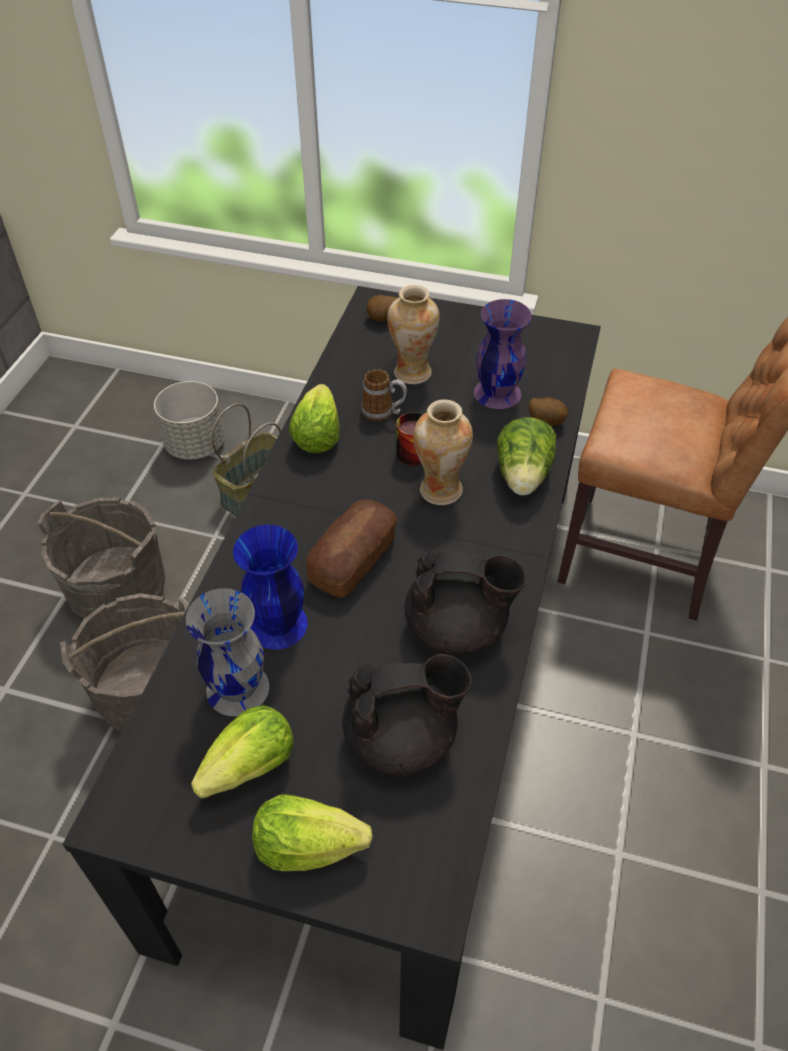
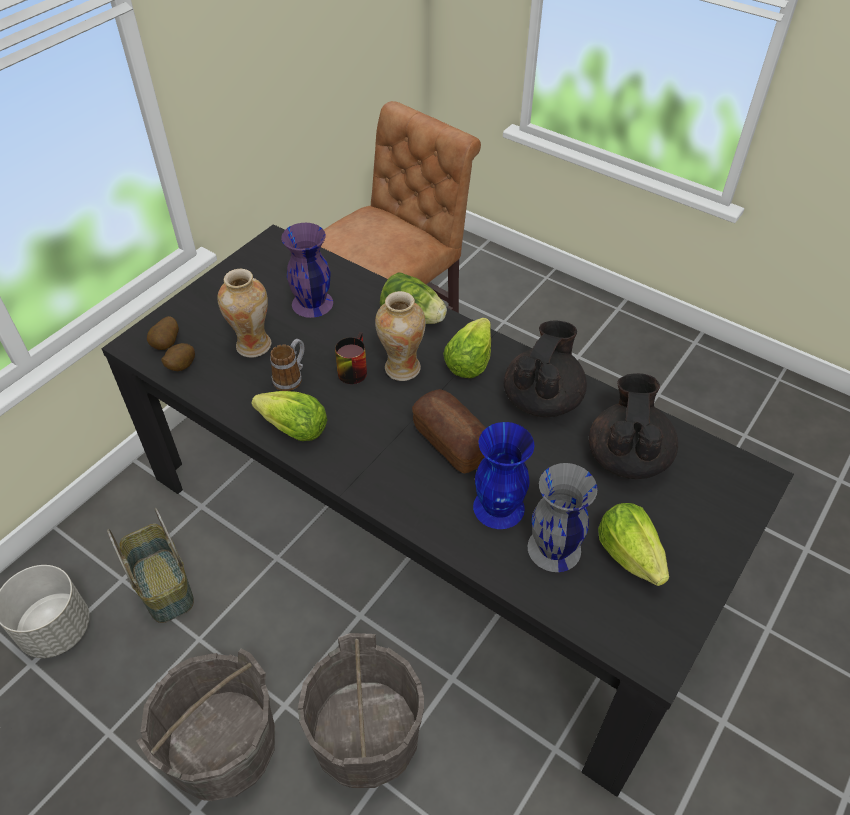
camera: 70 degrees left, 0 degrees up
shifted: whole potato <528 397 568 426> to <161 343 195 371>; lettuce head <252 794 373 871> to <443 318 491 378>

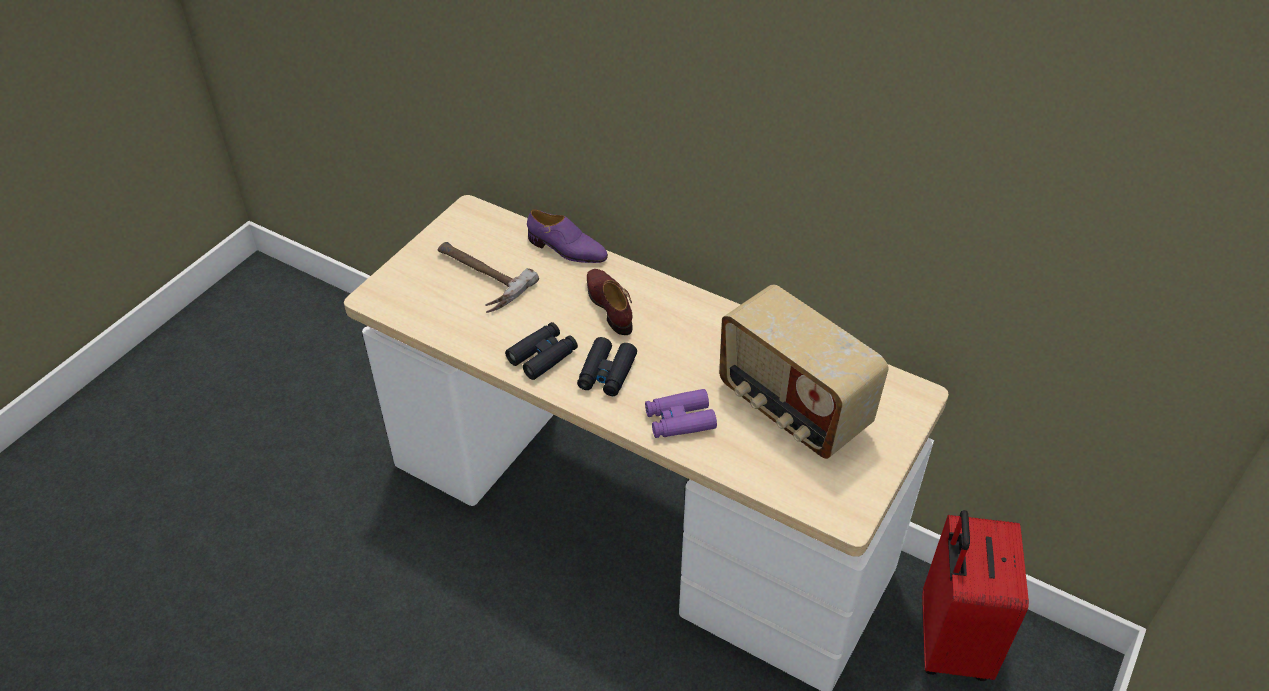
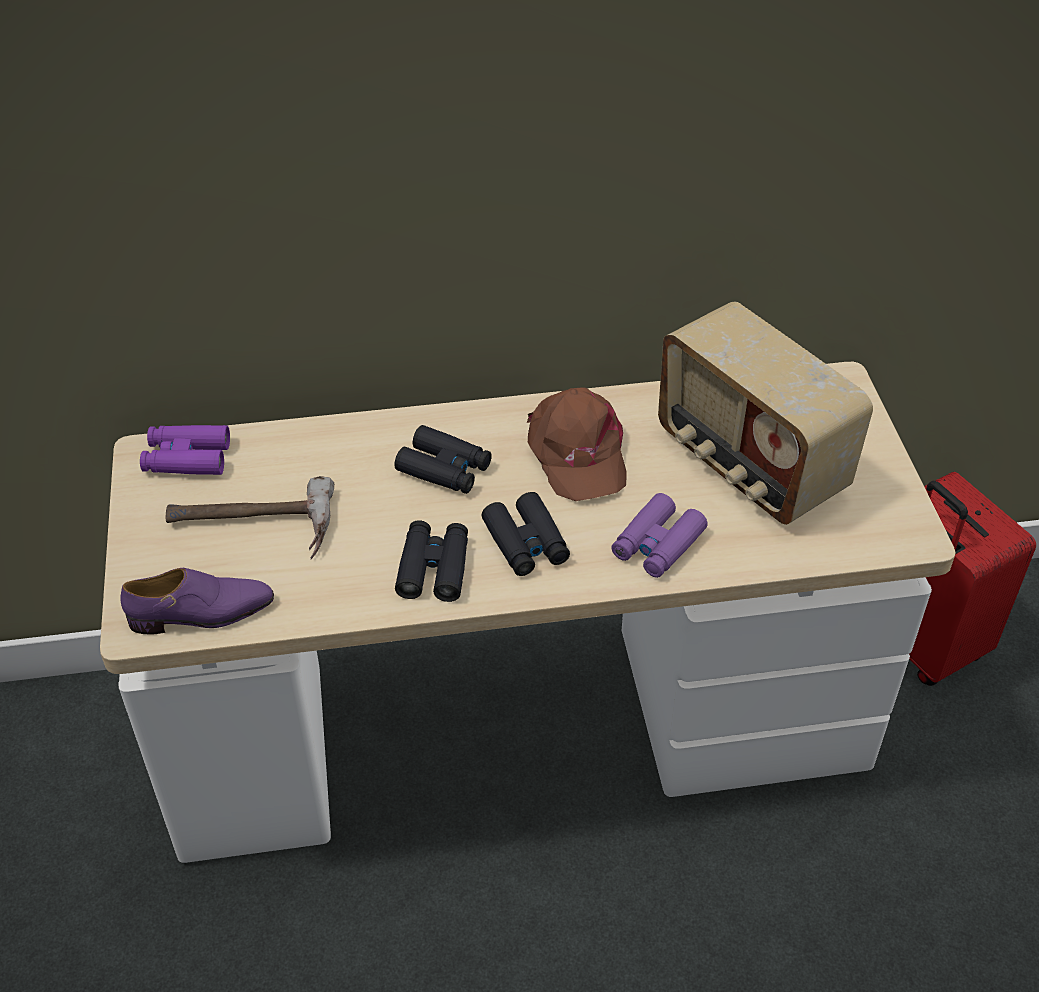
camera: 40 degrees left, 0 degrees up
new: baseball cap in brownish <527 387 627 501>; binoculars in purple <140 425 230 475>
shifted: item of footwear in purple <527 209 608 263> to <121 568 274 635>
swapped: item of footwear in brownish <587 269 633 335> to binoculars in blackish <395 425 492 494>
rotated: radio <719 285 889 459> = <658 302 873 525> 45 degrees clockwise

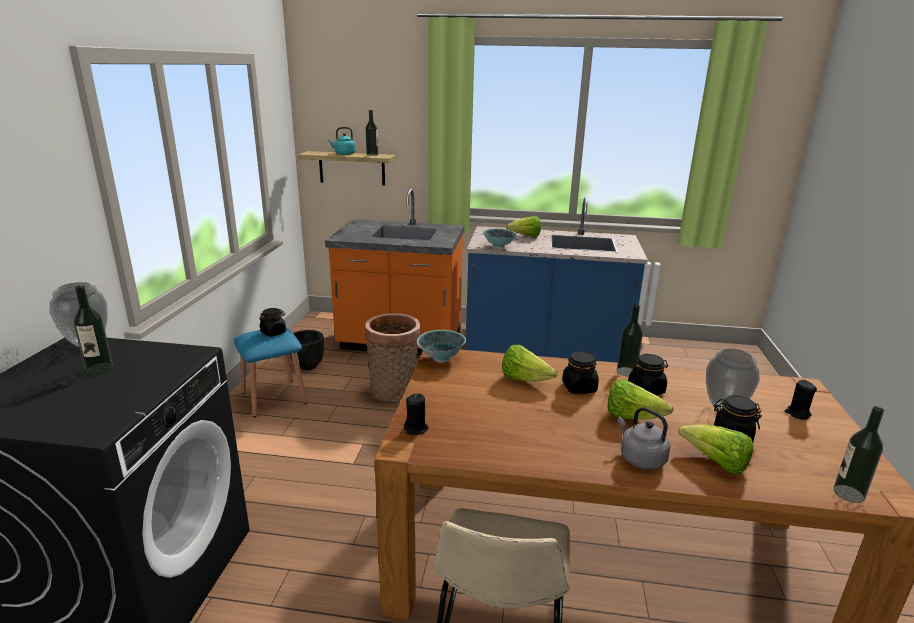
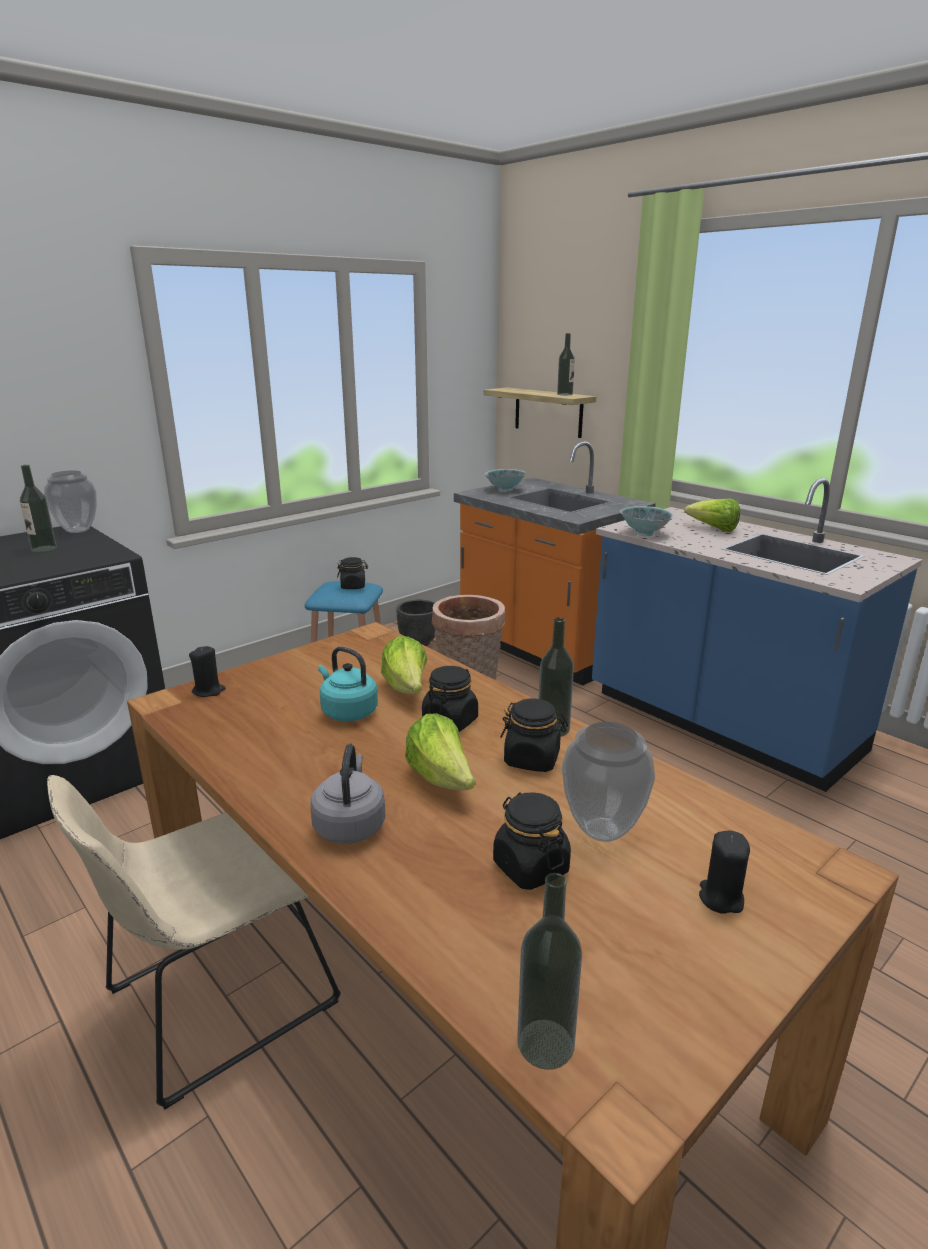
camera: 40 degrees right, 0 degrees up
gone: lettuce head <679 425 753 475>
shifted: kettle in turquoise <328 127 356 155> to <318 646 378 722>; deep dish <417 330 466 363> to <485 469 526 492>

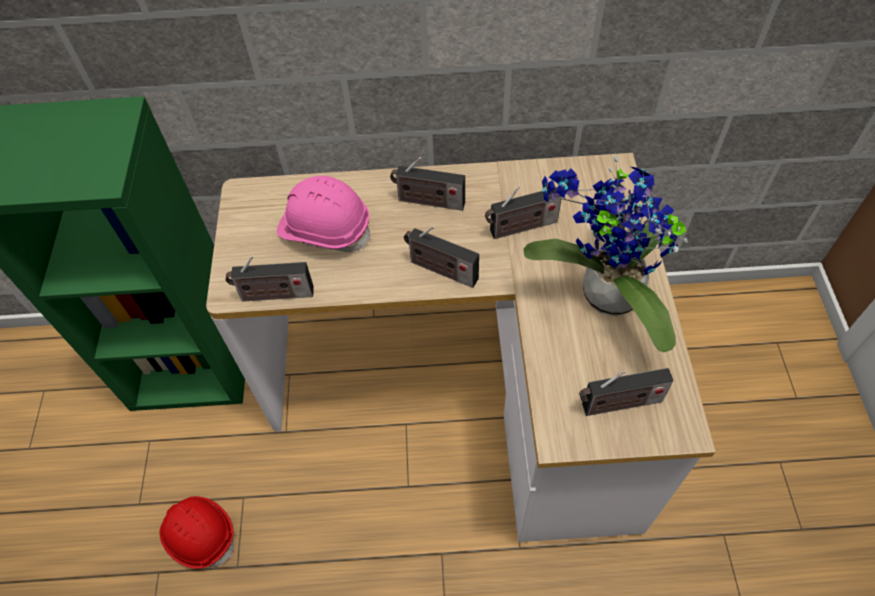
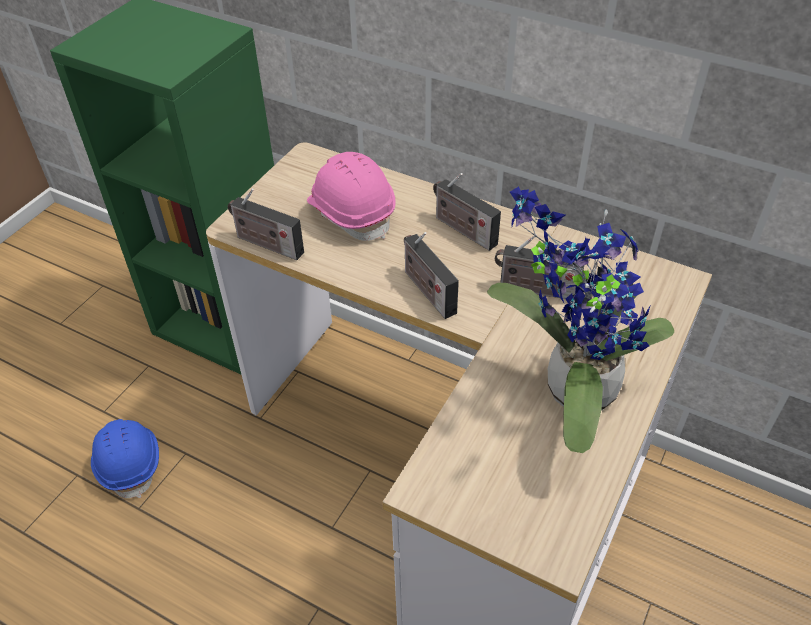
camera: 30 degrees right, 10 degrees down
gone: radio <579 368 674 416>
repainted: work helmet in reddish <159 496 234 569> to work helmet in blue <91 419 159 498>

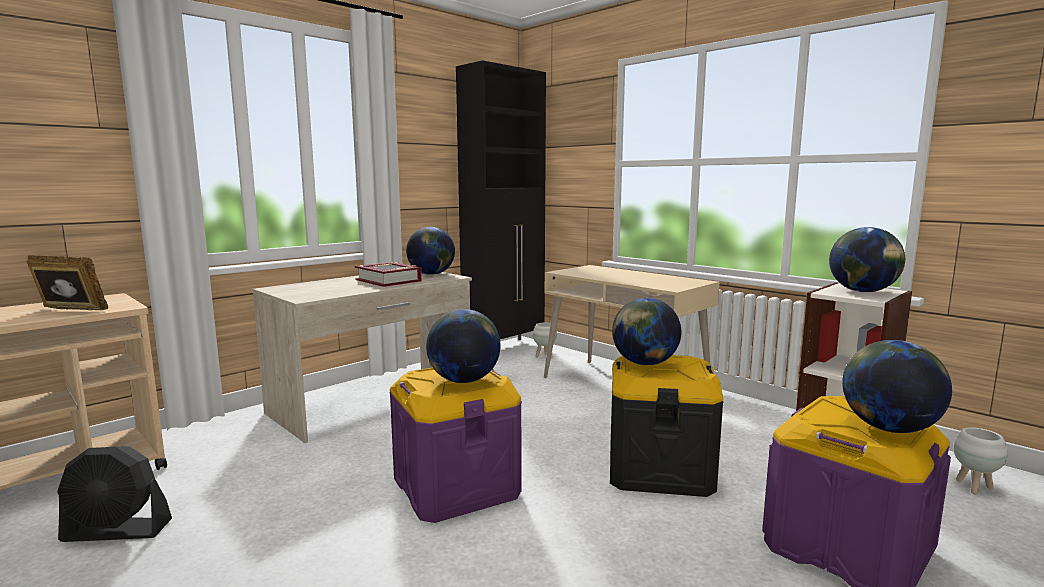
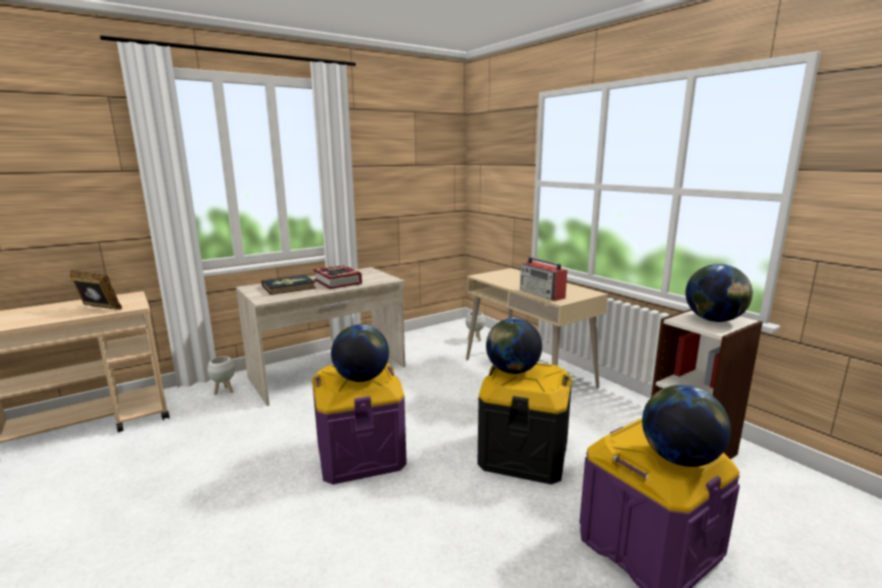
camera: 10 degrees right, 5 degrees up
gone: cabinet in blackish <456 60 546 345>; desk globe <406 227 455 275>; electric fan in blackish <57 446 172 542>
new: radio <520 257 567 301>; volume <261 275 316 295>
shifted: planter in whitish <954 427 1008 494> to <207 356 235 395>

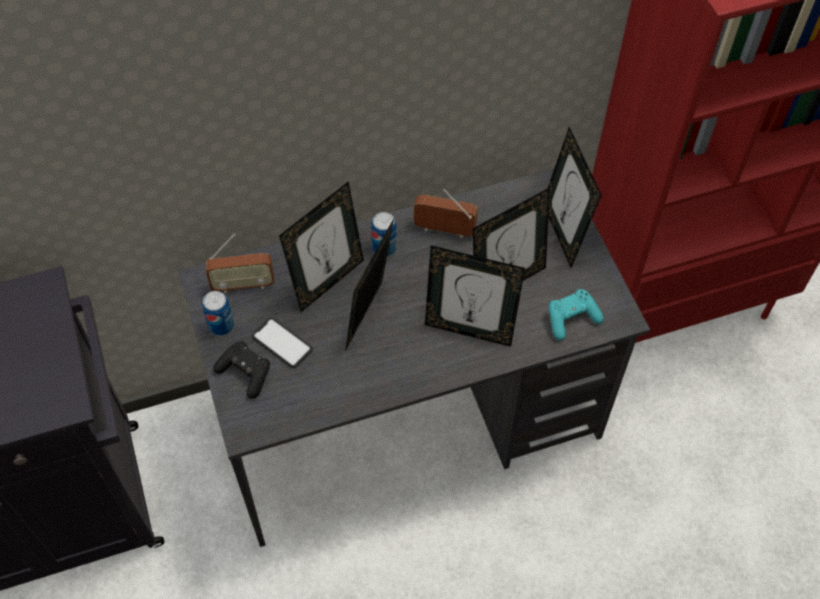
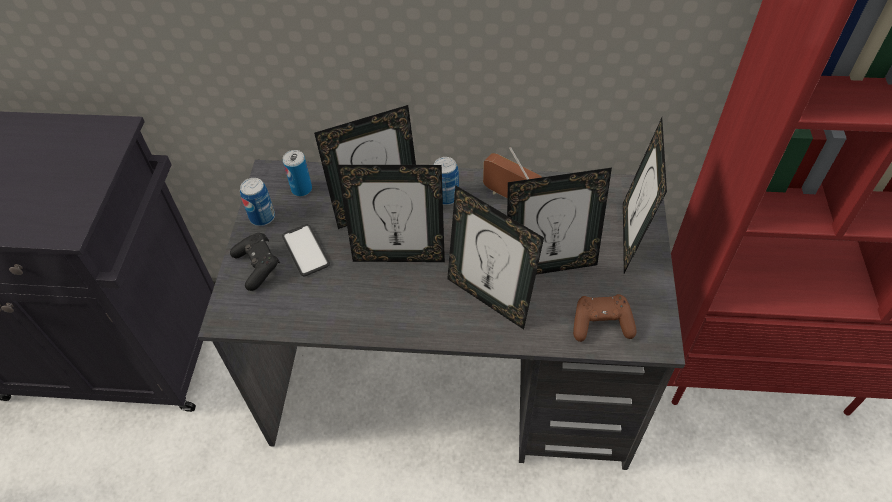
camera: 25 degrees right, 5 degrees down
swapped: radio <206 234 274 293> to sealed can <283 150 312 196>
repainted: game controller in turquoise <548 289 604 341> to game controller in brownish <573 294 637 342>
rotated: standing frame <345 218 394 351> = <337 165 445 262> 135 degrees counterclockwise

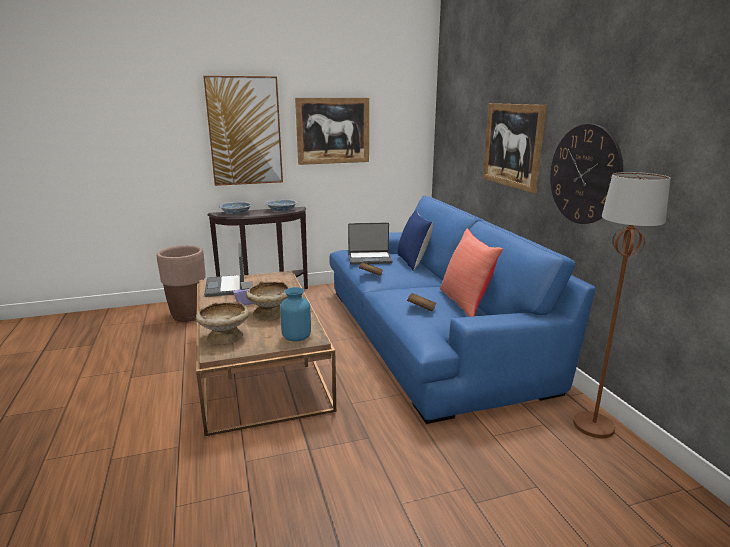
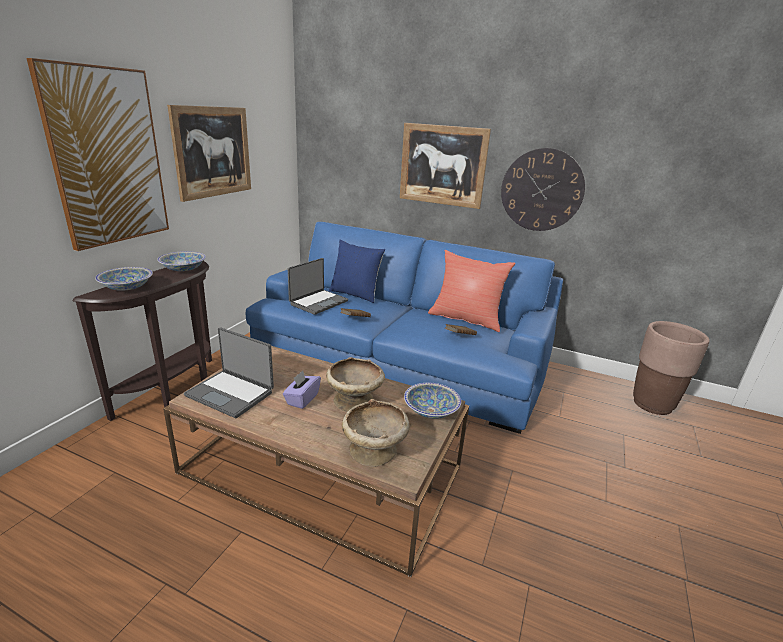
camera: 50 degrees left, 5 degrees up
gone: standard lamp in brownish <573 172 671 438>
shifted: planter in brownish <157 245 206 322> to <633 321 710 415>
swapped: decorative vase in blue <280 287 311 341> to deep dish <404 383 461 419>

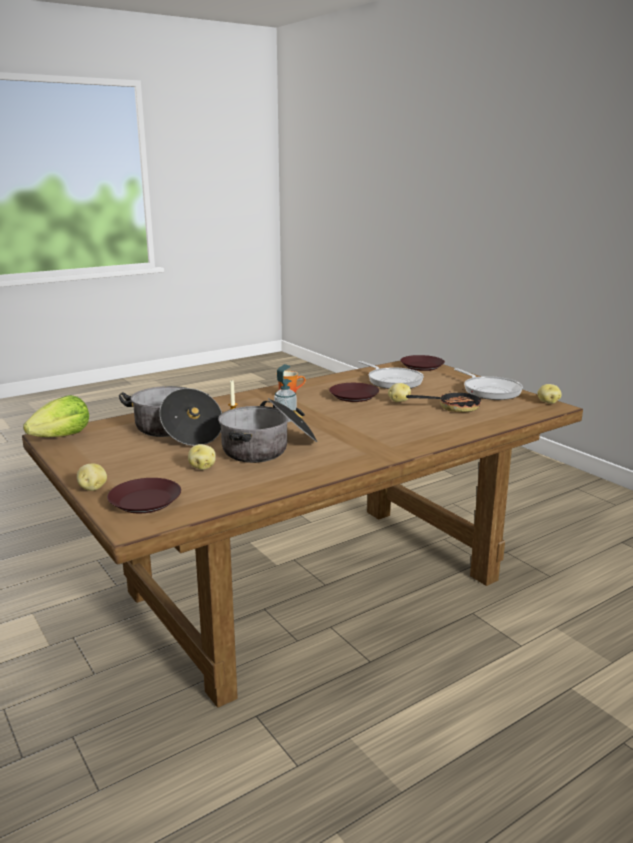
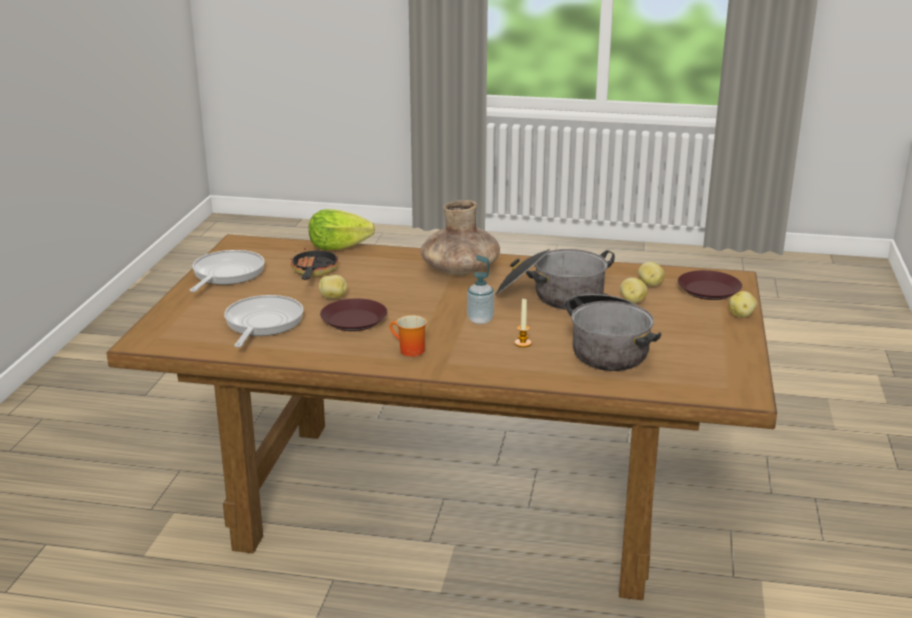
camera: 135 degrees left, 5 degrees up
gone: plate in brownish <400 355 445 371>
new: decorative vase in brownish <420 200 500 276>
shifted: whole potato <537 384 562 404> to <638 262 665 286>; lettuce head <23 395 89 437> to <309 209 375 250>
rotated: pan <406 389 481 412> = <291 241 338 280> 60 degrees clockwise

